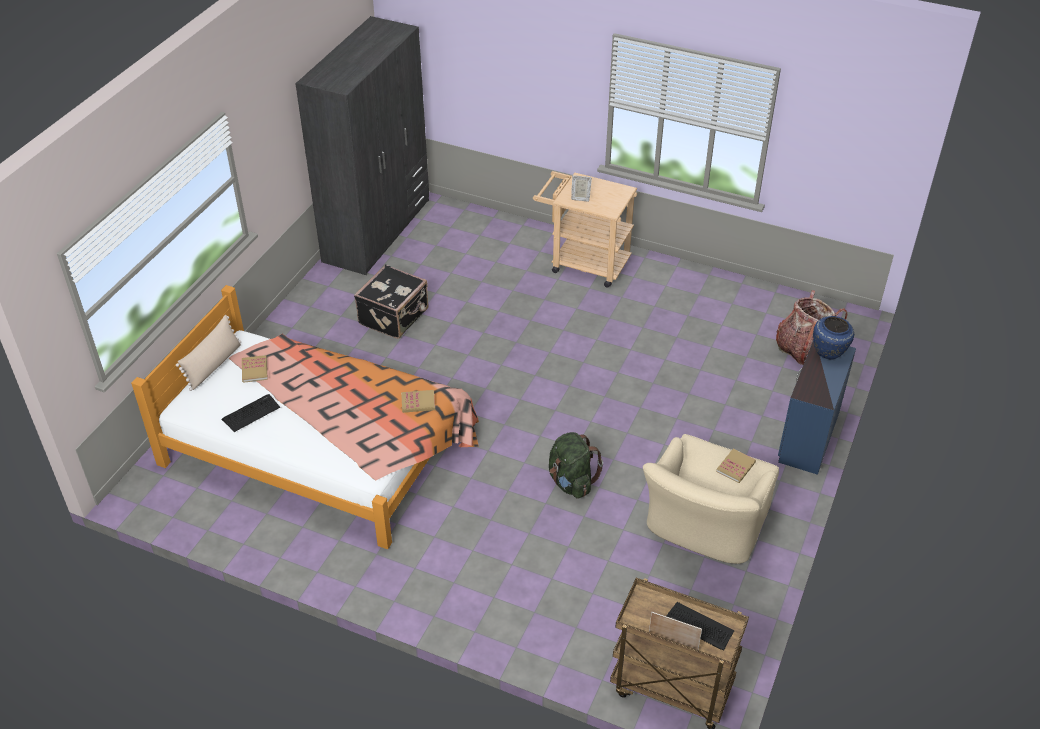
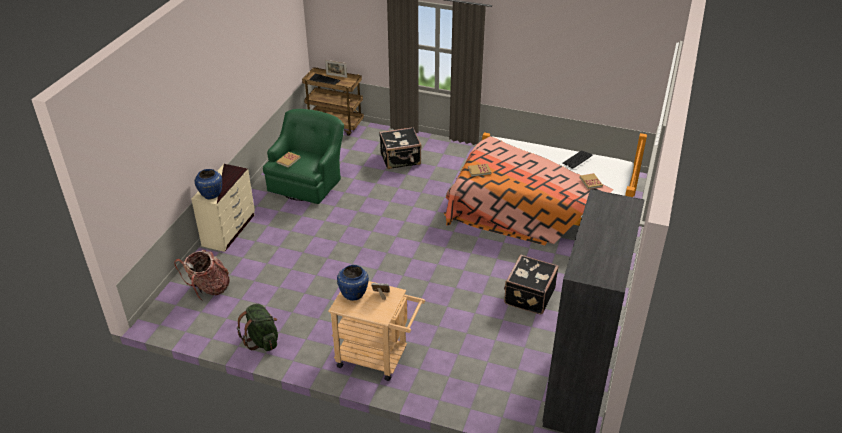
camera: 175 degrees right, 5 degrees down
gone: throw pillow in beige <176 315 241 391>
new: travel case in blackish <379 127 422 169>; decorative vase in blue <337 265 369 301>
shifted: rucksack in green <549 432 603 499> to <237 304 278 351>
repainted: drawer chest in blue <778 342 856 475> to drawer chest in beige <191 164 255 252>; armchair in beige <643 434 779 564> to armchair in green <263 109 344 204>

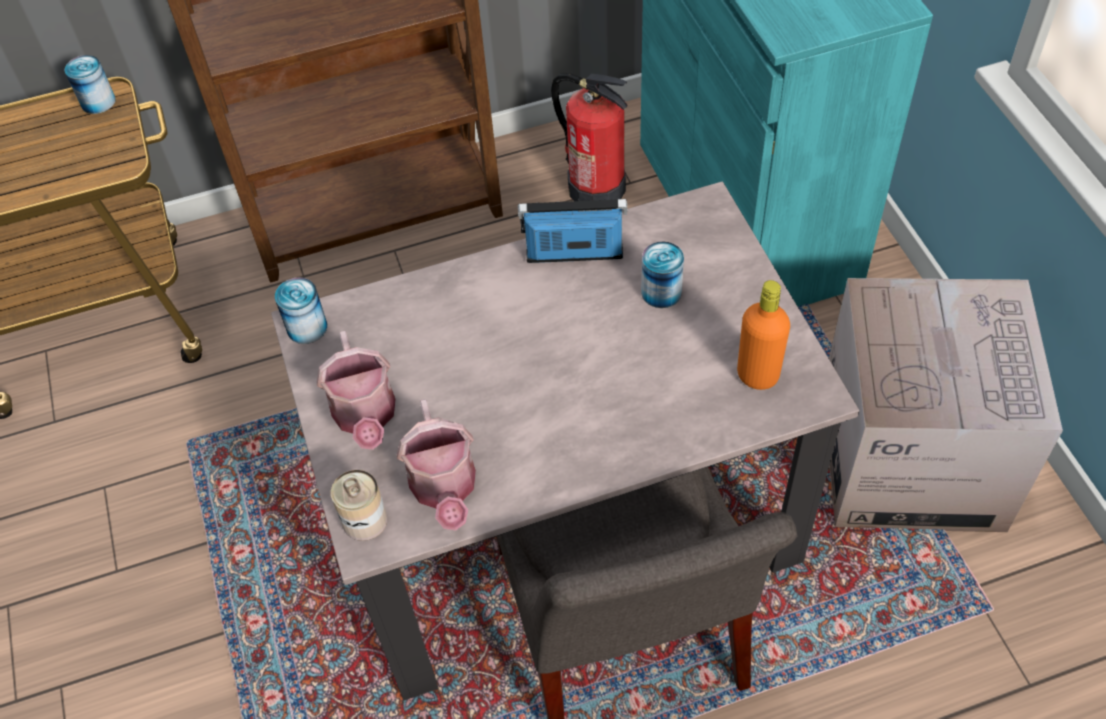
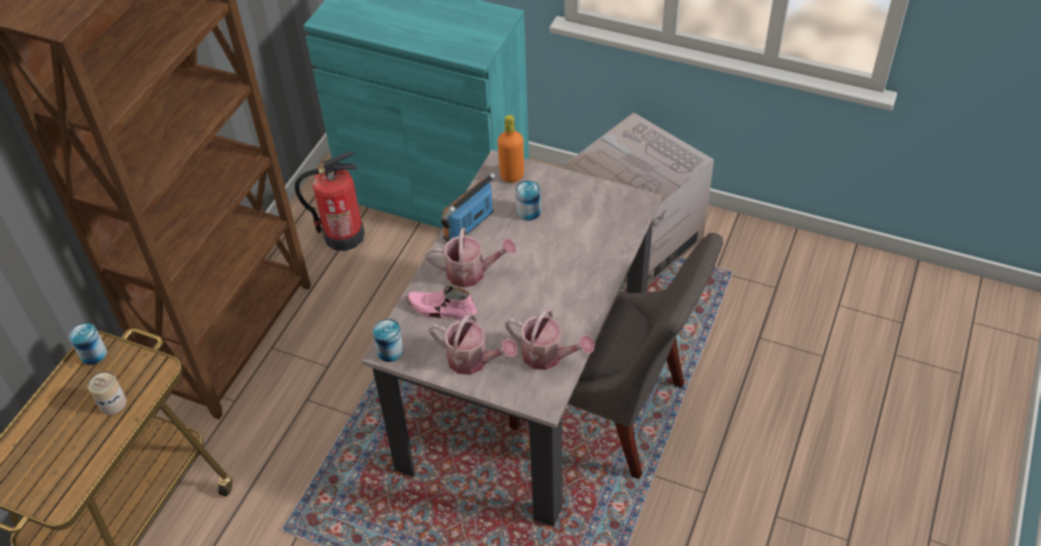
camera: 50 degrees left, 5 degrees down
new: sprinkling can <425 228 517 288>; item of footwear in pink-coloured <406 286 476 320>
shifted: drink bottle in orange <737 280 790 390> to <497 115 524 183>; sealed can <331 470 387 541> to <88 371 127 415>

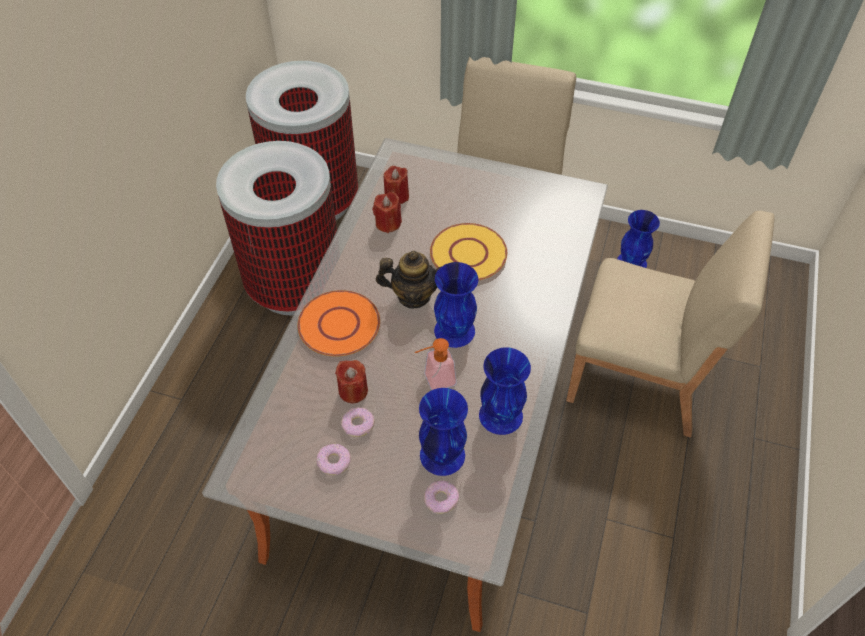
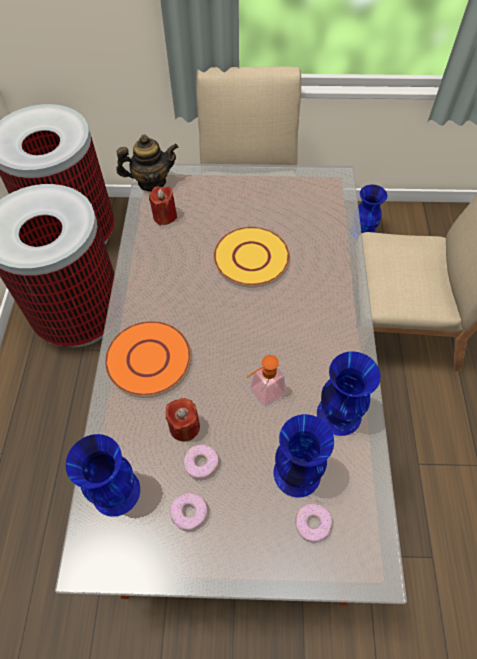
camera: 15 degrees left, 5 degrees up
gone: wax candle in reddish <373 192 402 233>
shifted: tea pot <376 251 441 309> to <116 135 178 192>; decorative vase in blue <434 262 478 348> to <65 434 140 517>

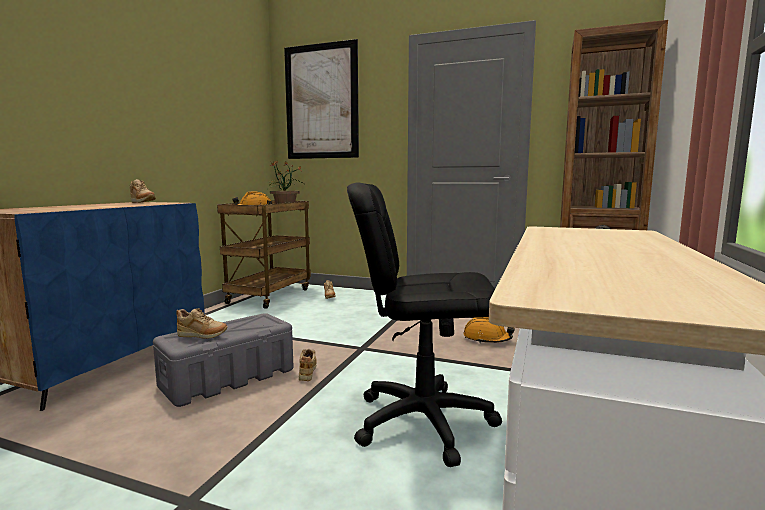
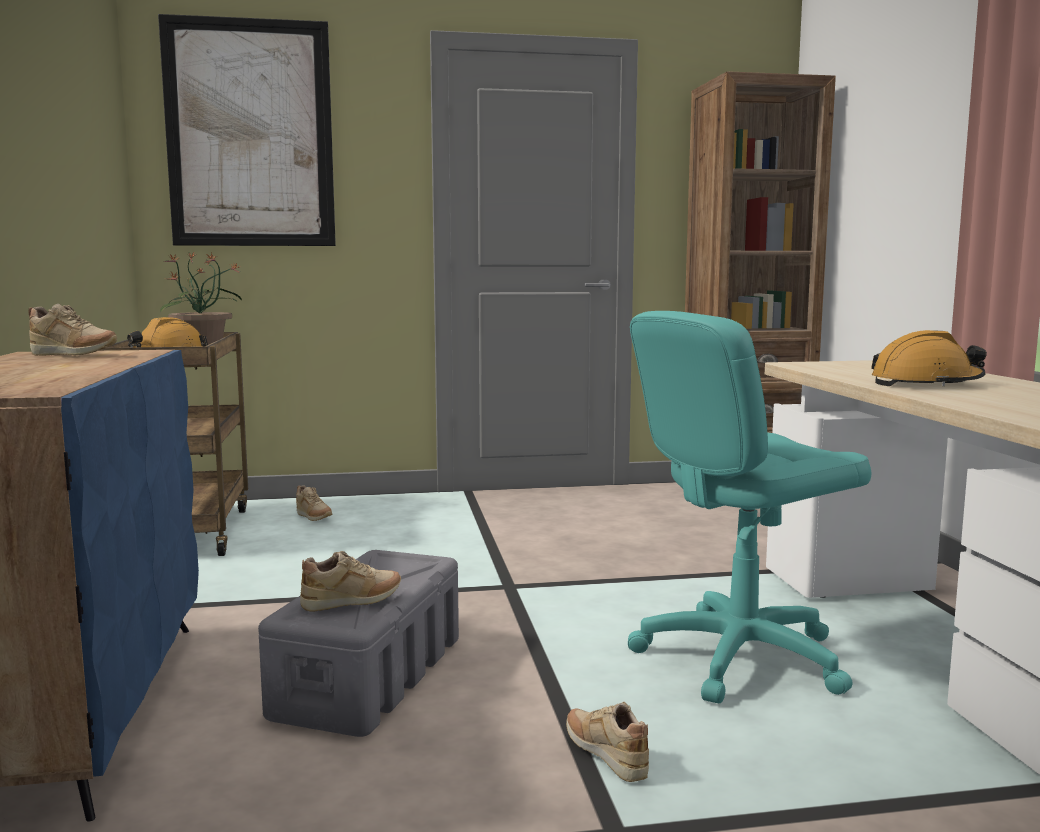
camera: 30 degrees left, 0 degrees up
shifted: work helmet in orange <463 317 515 343> to <871 330 987 386>; item of footwear in beige <299 349 317 381> to <566 702 649 782>
repainted: computer chair in blackish <347 182 502 467> to computer chair in turquoise <628 311 871 703>

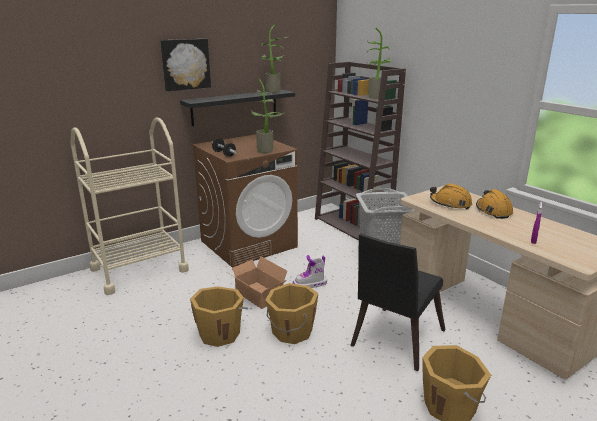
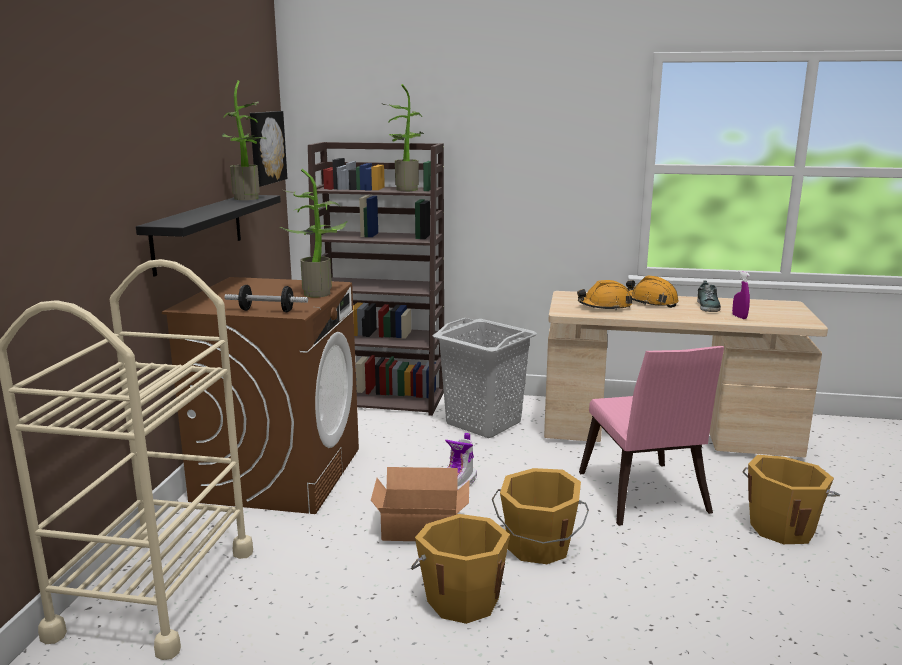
camera: 45 degrees left, 5 degrees down
new: item of footwear <697 281 721 312>
shifted: wall art <160 39 211 91> to <250 111 287 186>
repainted: chair in blackish <350 234 446 371> to chair in pink-coloured <579 346 724 526>

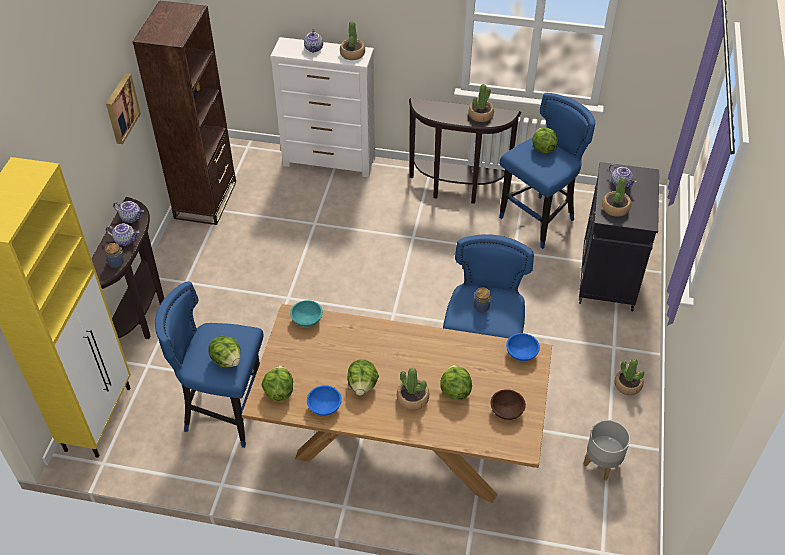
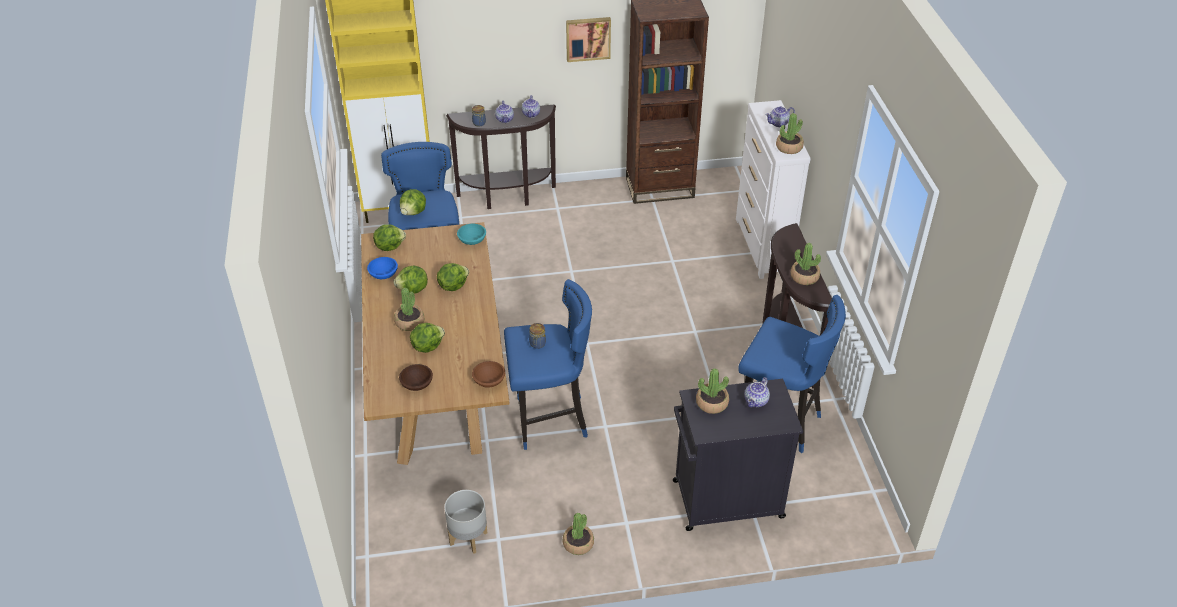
camera: 70 degrees right, 5 degrees down
shifted: lettuce head <532 128 558 153> to <437 263 469 291>
repainted: deep dish in blue <506 333 540 361> to deep dish in brownish <472 361 505 388>

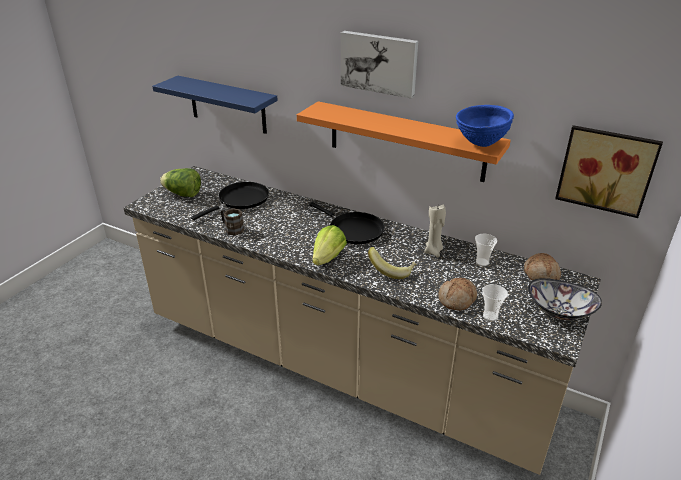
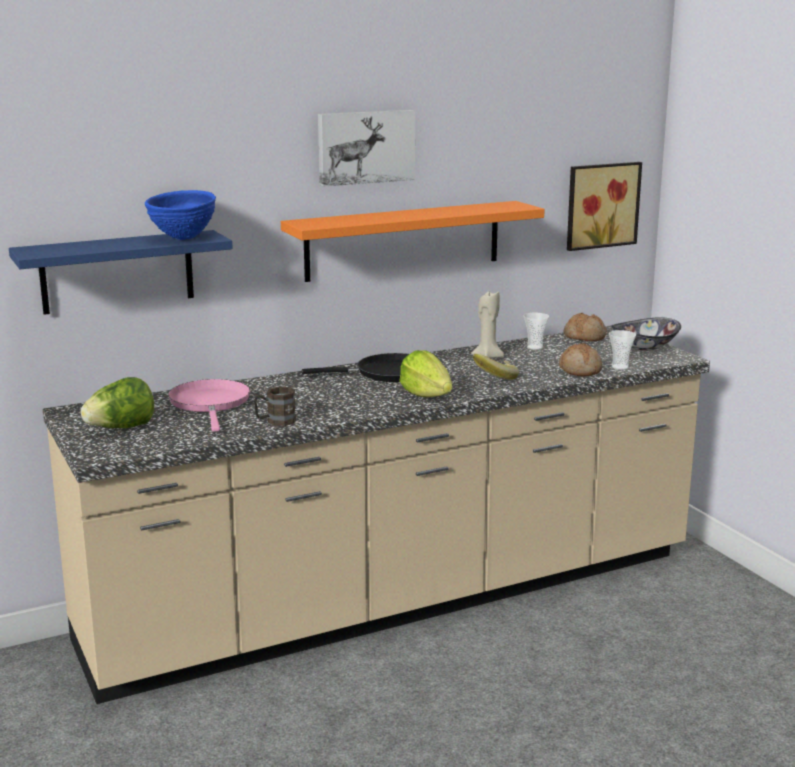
camera: 55 degrees left, 15 degrees down
shifted: deep dish in blue <456 105 514 147> to <145 190 216 240>
repainted: pan in blackish <191 182 269 220> to pan in pink-coloured <168 379 250 432>

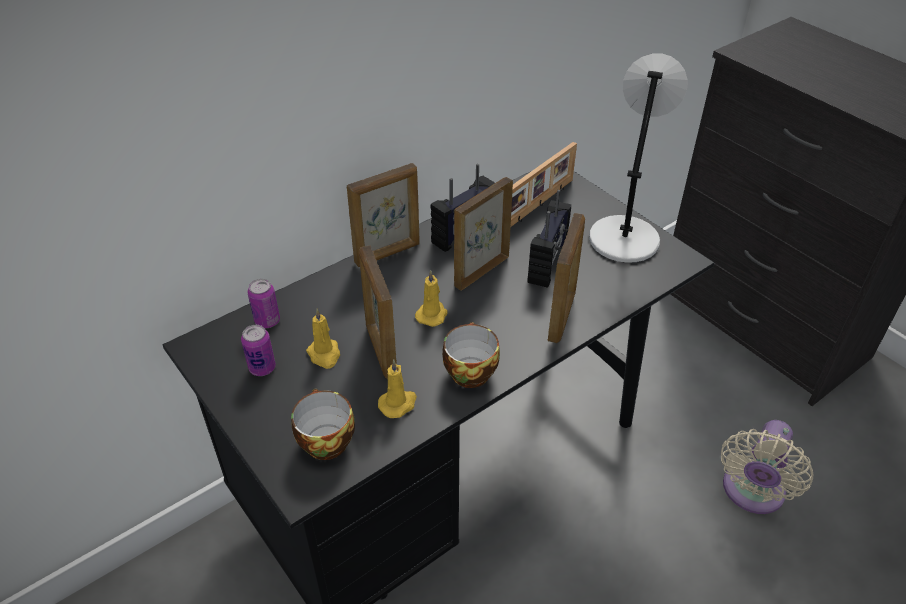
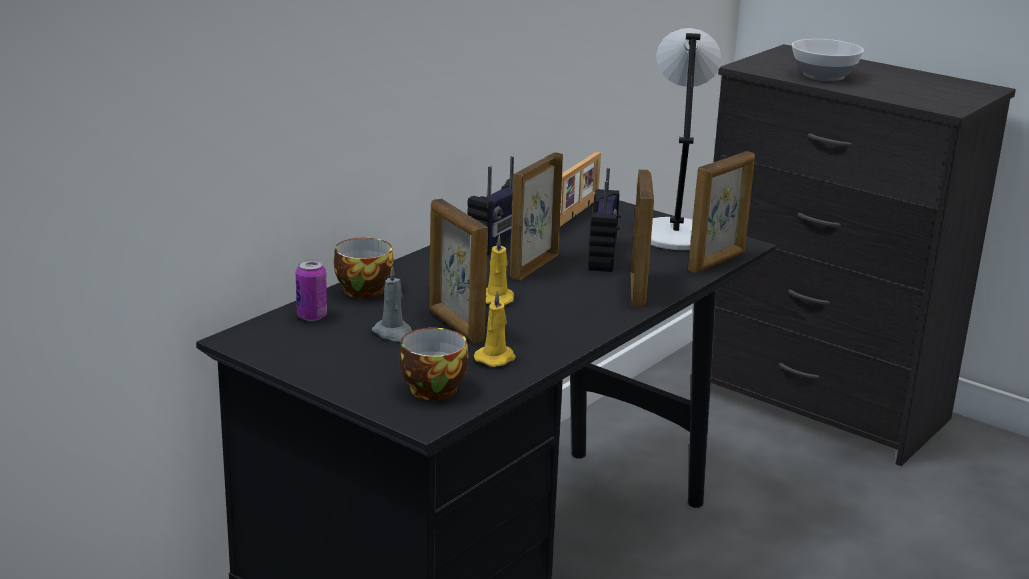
camera: 15 degrees left, 20 degrees down
gone: sealed can <241 325 276 376>; electric fan in beige <721 420 813 514>
new: deep dish <792 39 864 81>
shifted: standing frame <347 163 420 267> to <688 151 755 273>; drinking cup <442 322 500 388> to <334 238 394 298>
repainted: wax candle in yellowish <306 309 340 369> to wax candle in greyish <372 265 412 342>

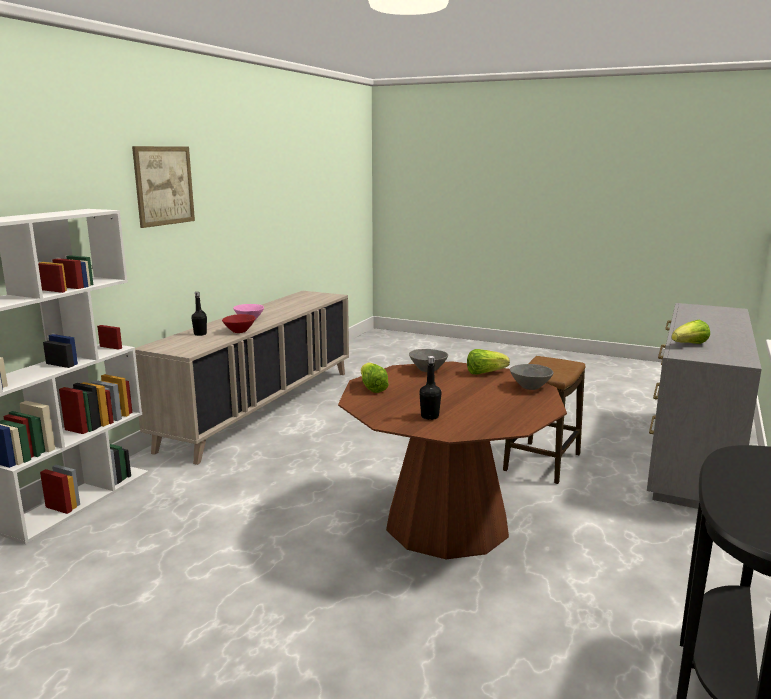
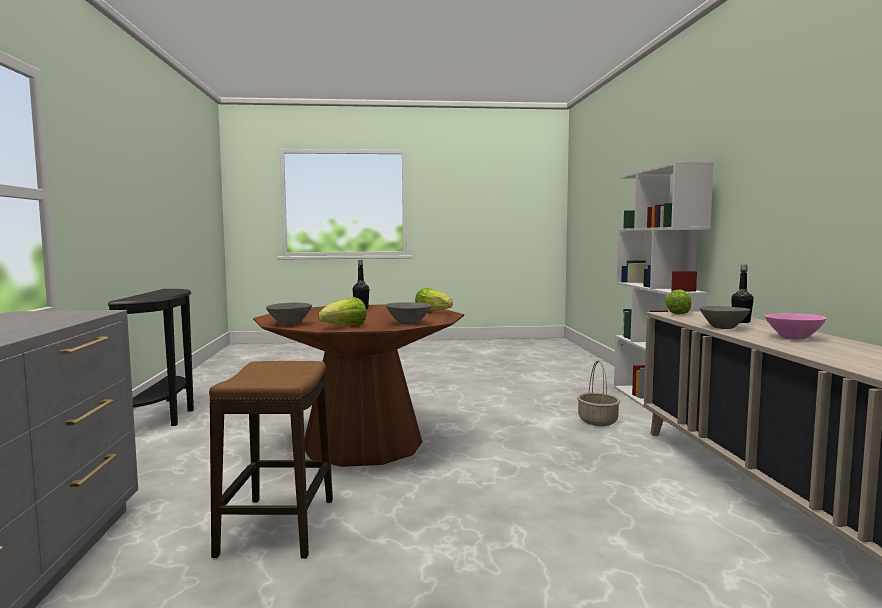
camera: 150 degrees right, 10 degrees down
gone: wall art <132 146 195 228>
new: storage basket <577 360 620 426>
shifted: lettuce head <671 320 710 344> to <665 289 691 315>
repainted: deep dish in reddish <222 314 256 333> to deep dish in greyish <699 306 750 329>

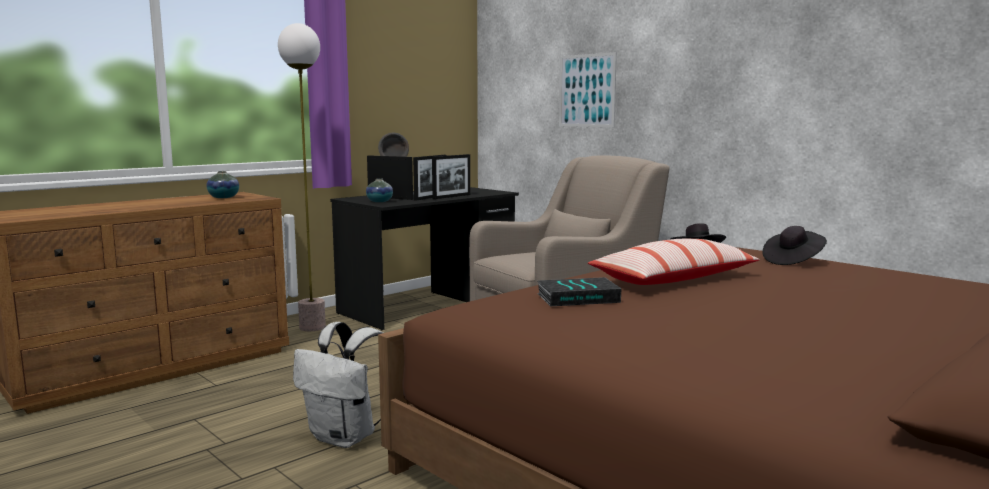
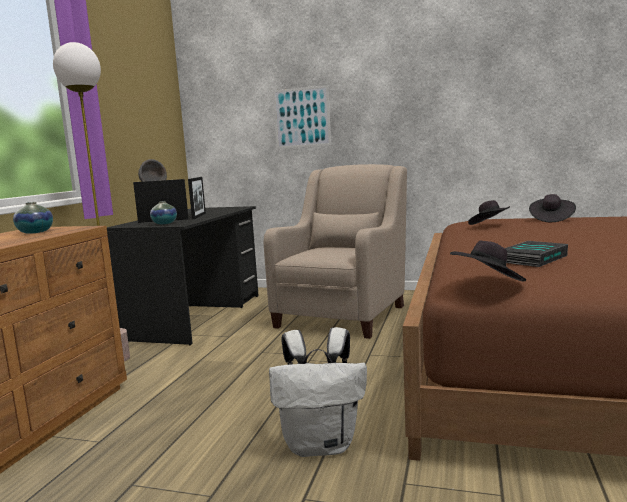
camera: 30 degrees left, 0 degrees up
gone: standing frame <432 154 470 199>; throw pillow <588 239 760 285>
new: wearable hat in blackish <450 241 526 281>

